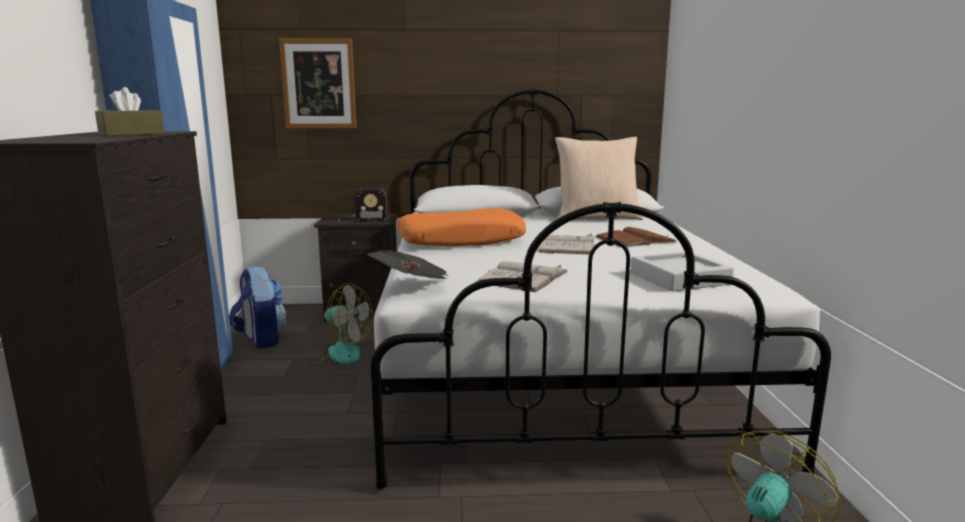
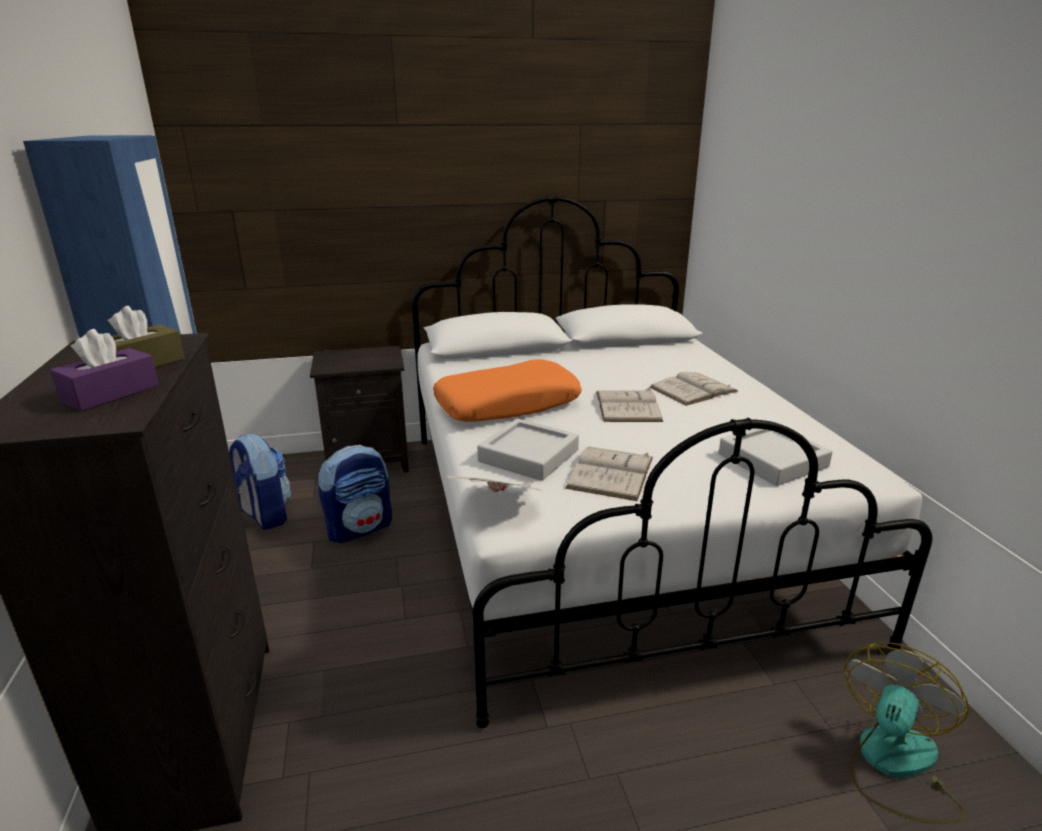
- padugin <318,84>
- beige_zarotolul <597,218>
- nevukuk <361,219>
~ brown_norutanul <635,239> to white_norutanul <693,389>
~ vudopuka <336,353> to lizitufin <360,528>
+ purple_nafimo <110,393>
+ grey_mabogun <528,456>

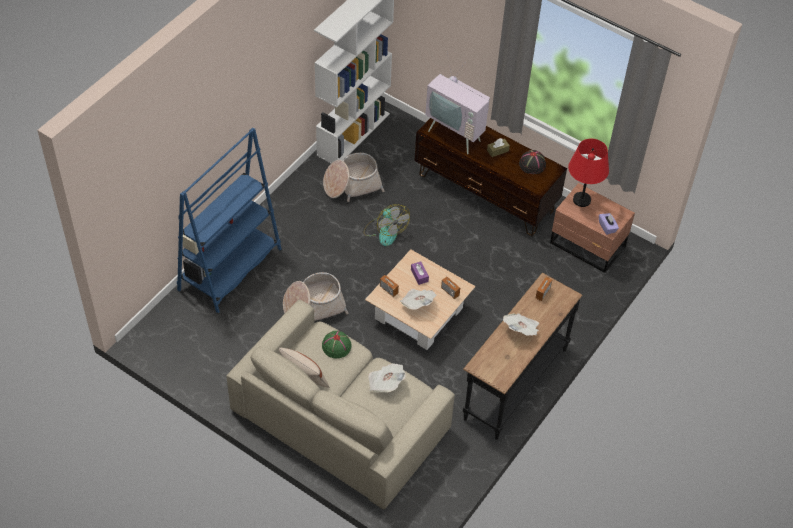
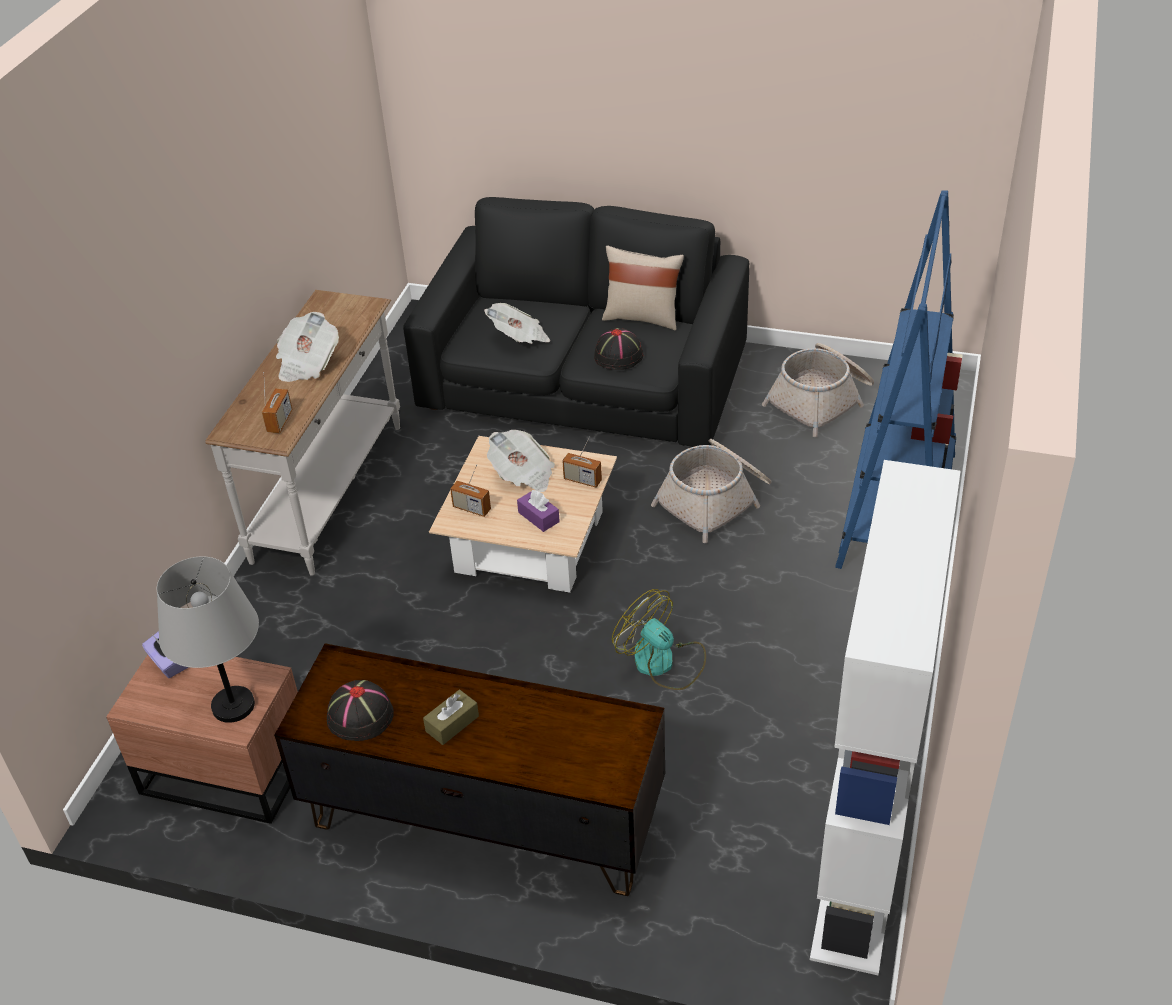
- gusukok <457,133>
~ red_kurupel <581,200> to grey_kurupel <234,705>
~ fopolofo <352,184> to <821,400>
~ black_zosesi <514,383> to white_zosesi <330,492>
~ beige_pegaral <341,418> to black_pegaral <583,379>
~ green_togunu <336,346> to black_togunu <619,356>

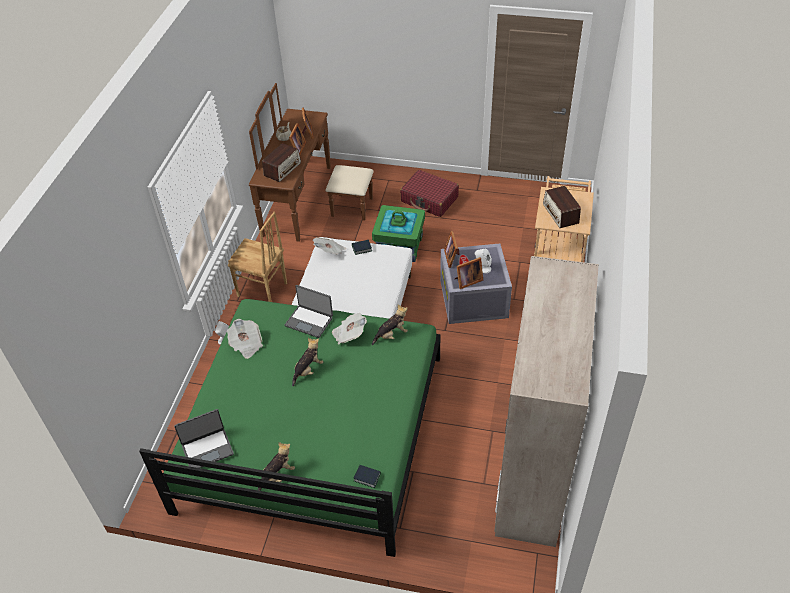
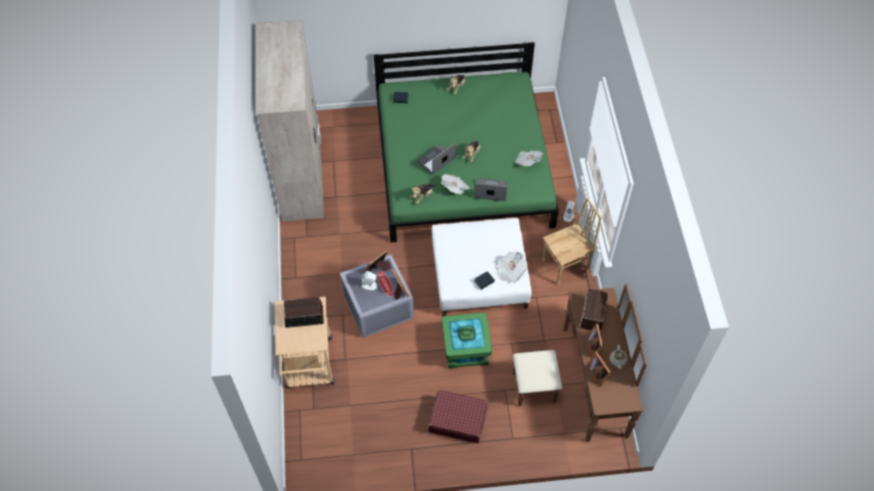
~ nevukuk <560,214> = <304,317> 60 degrees counterclockwise
~ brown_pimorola <262,290> = <565,267> 150 degrees clockwise
~ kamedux <207,449> to <436,160>

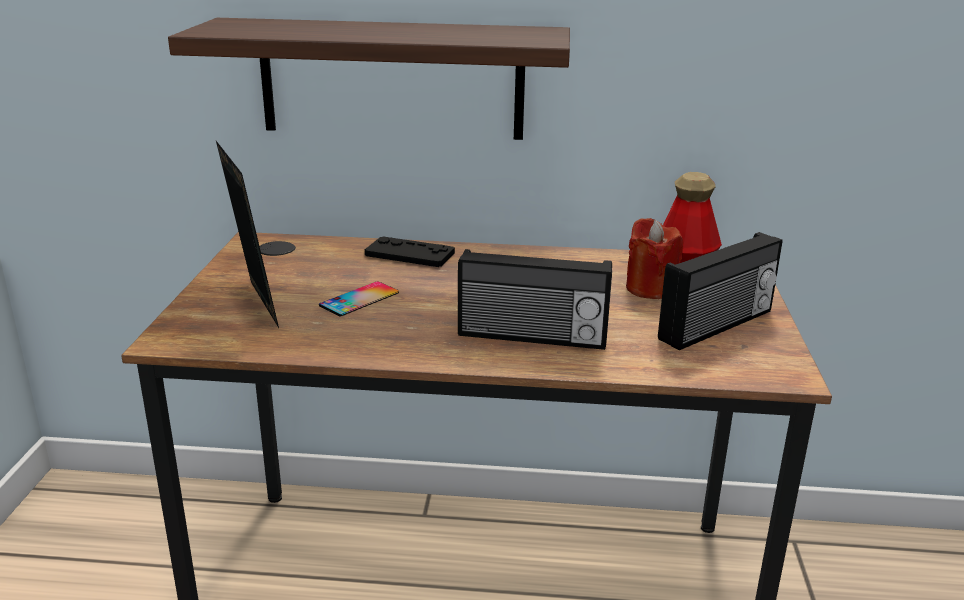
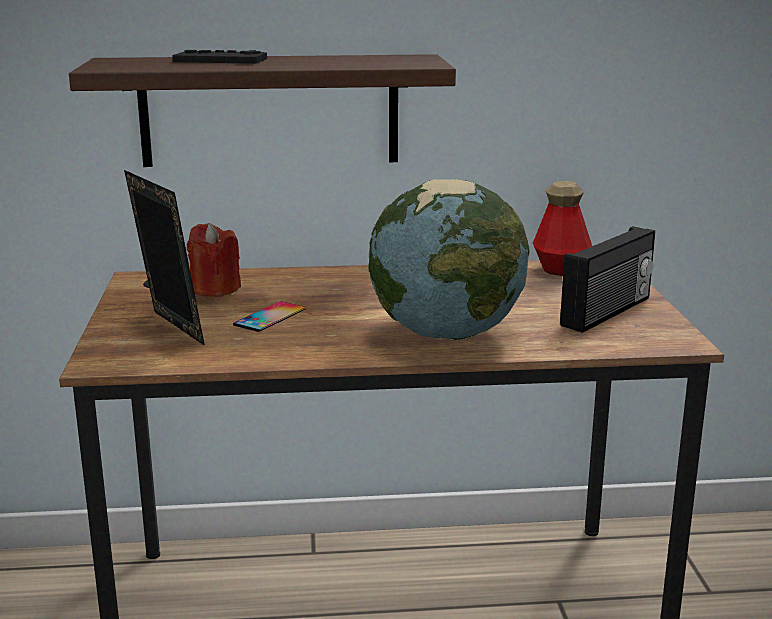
~ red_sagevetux <650,288> to <215,289>
~ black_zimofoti <409,254> to <220,60>
~ nevukuk <532,337> to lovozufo <447,333>

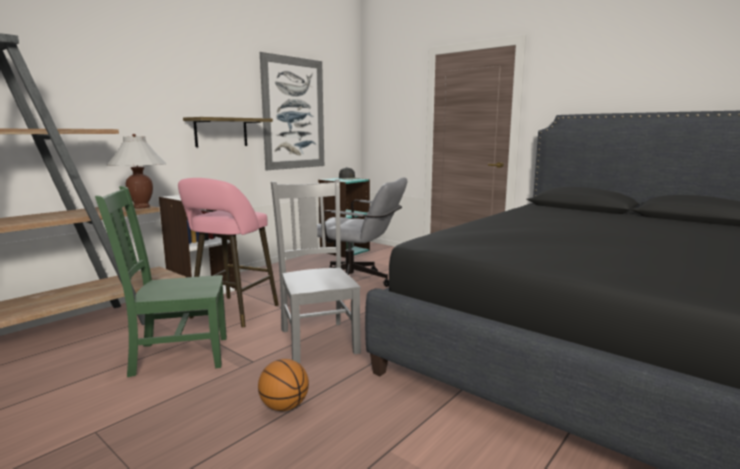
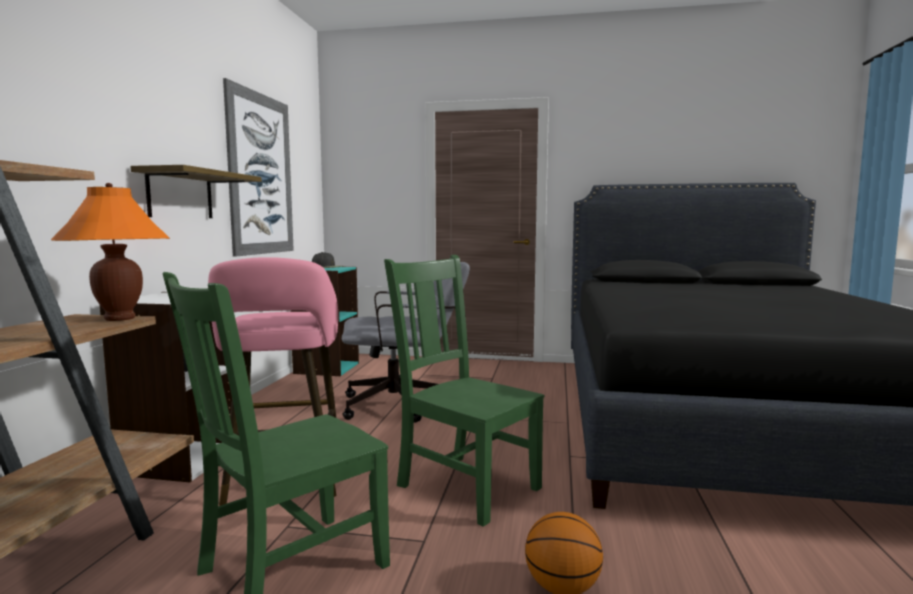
~ white_kurupel <141,207> to orange_kurupel <119,318>
~ grey_pimorola <318,339> to green_pimorola <465,485>

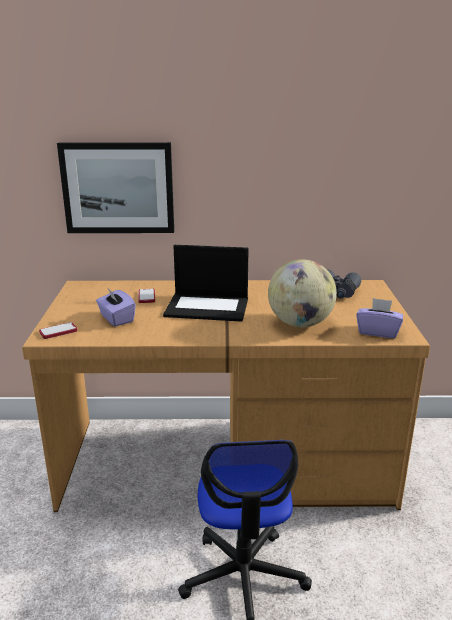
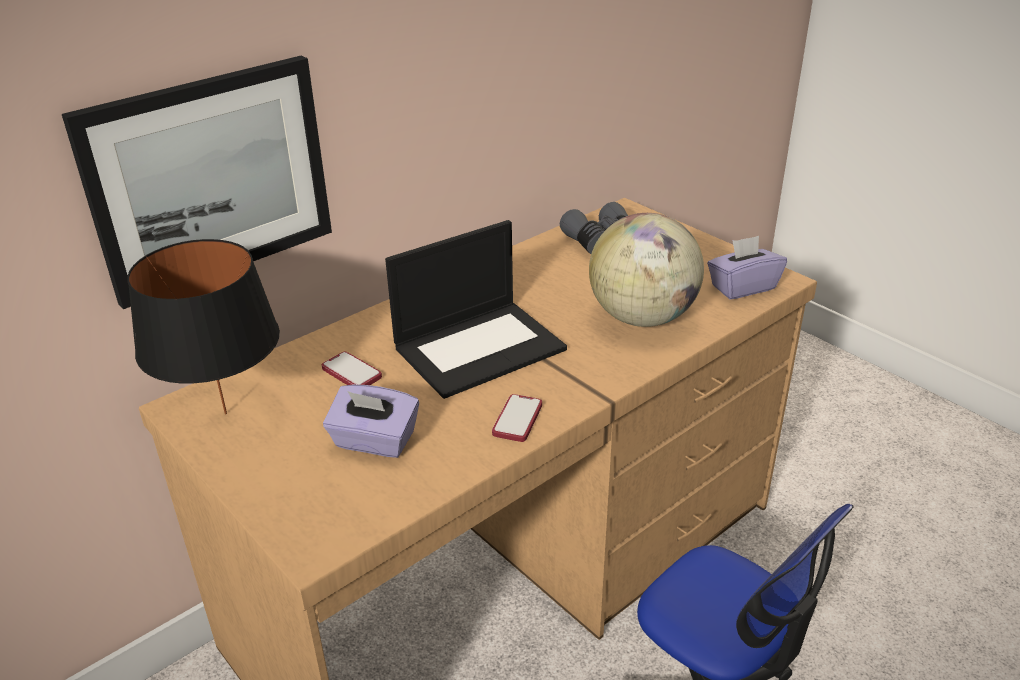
~ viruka <58,331> to <517,419>
+ black_kurupel <225,413>

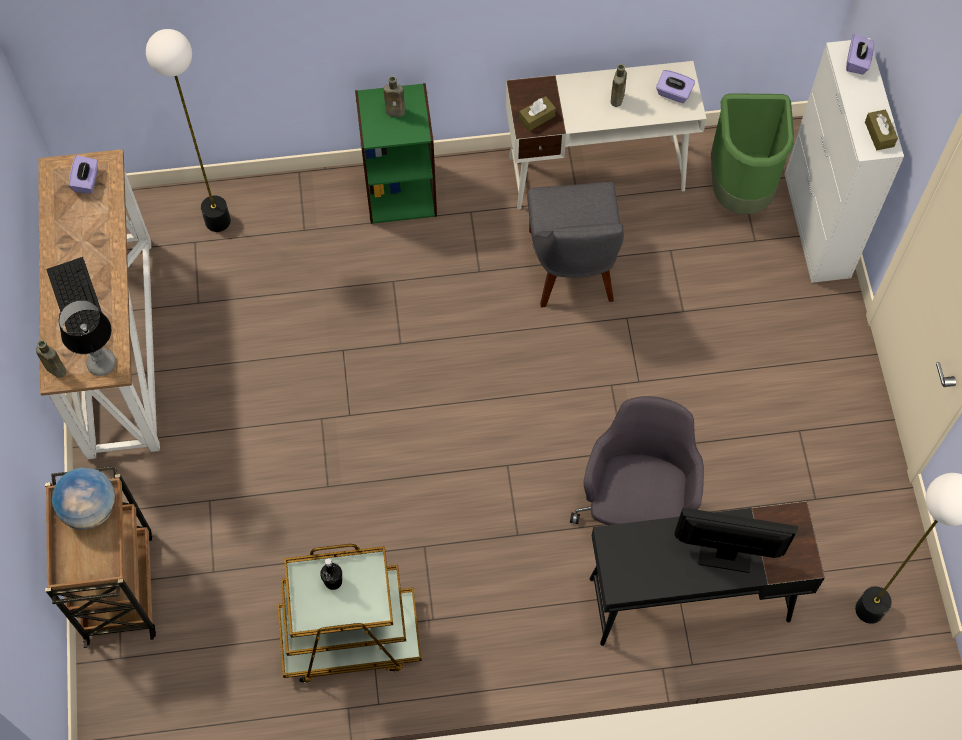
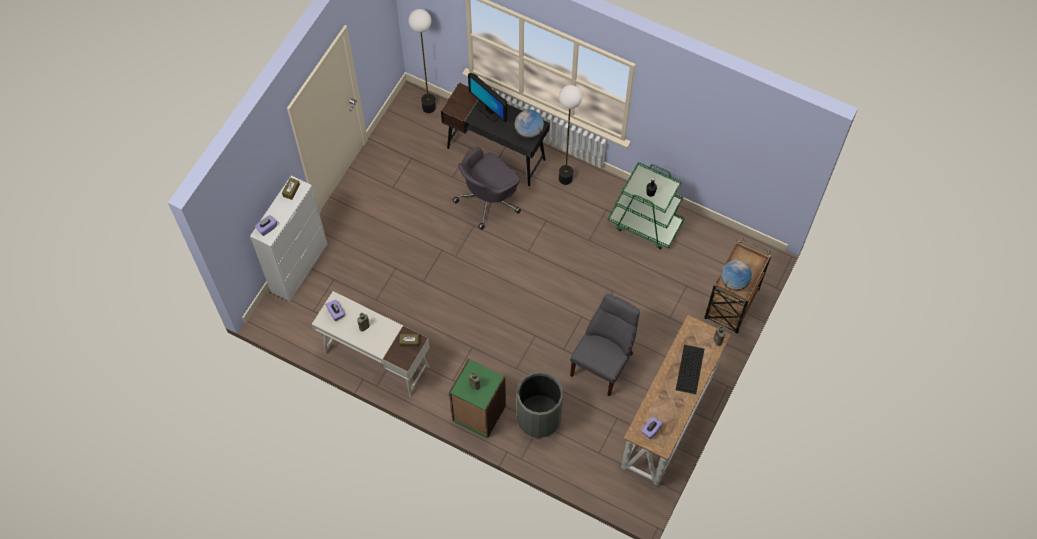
~ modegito <218,220> to <565,178>
- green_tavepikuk <740,190>
~ grey_pimorola <572,270> to <604,362>
- kurupel <101,363>
~ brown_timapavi <349,638> to green_timapavi <645,223>
+ lovozufo <529,131>
+ grey_tavepikuk <539,417>

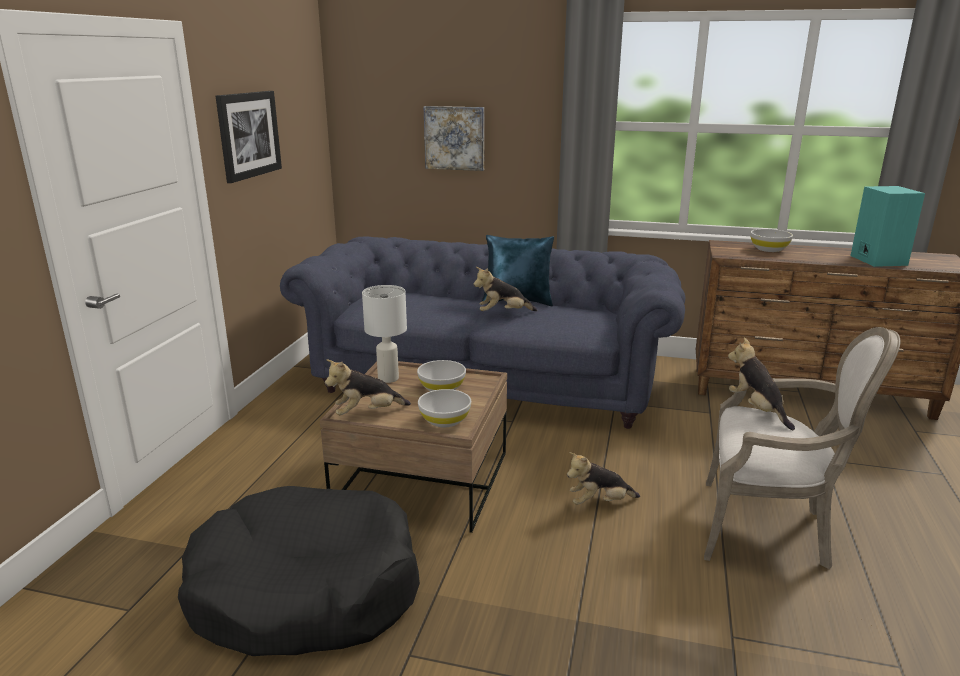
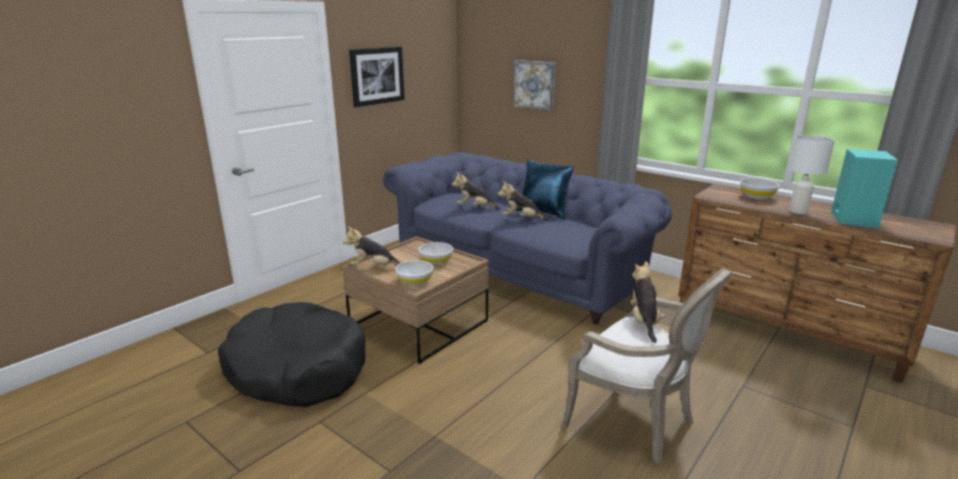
~ white_kurupel <388,378> to <798,211>
~ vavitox <599,503> to <475,208>

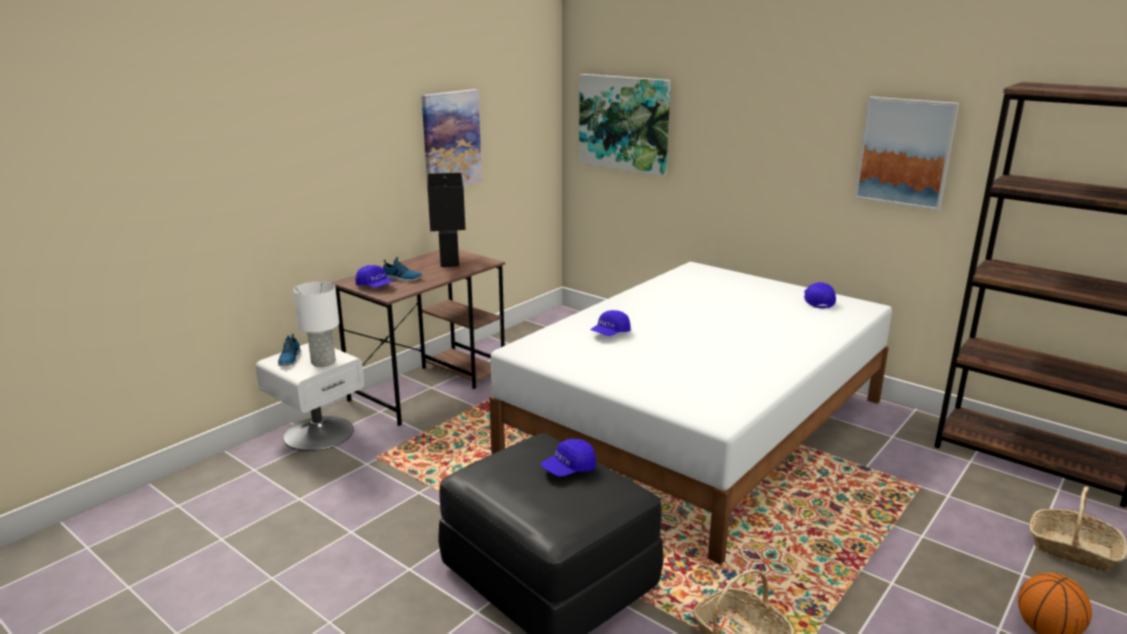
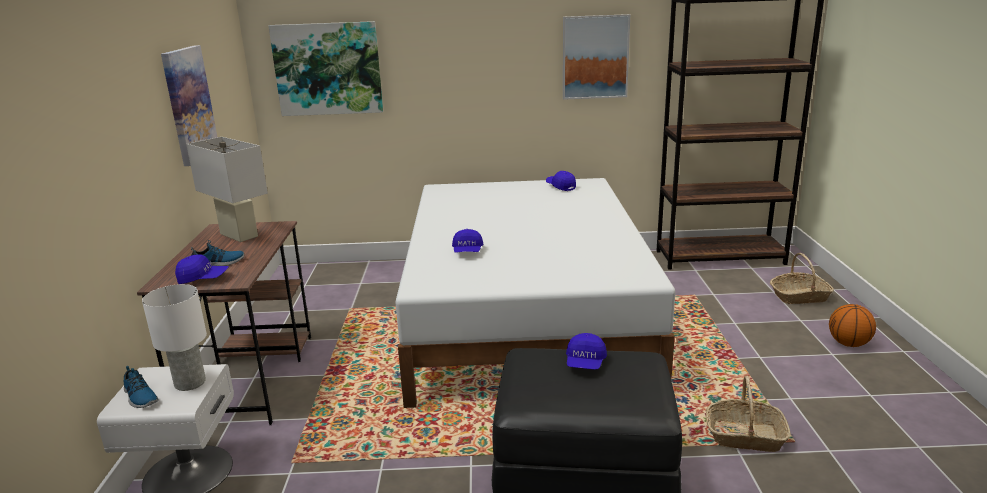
~ black_kurupel <449,261> to white_kurupel <239,235>

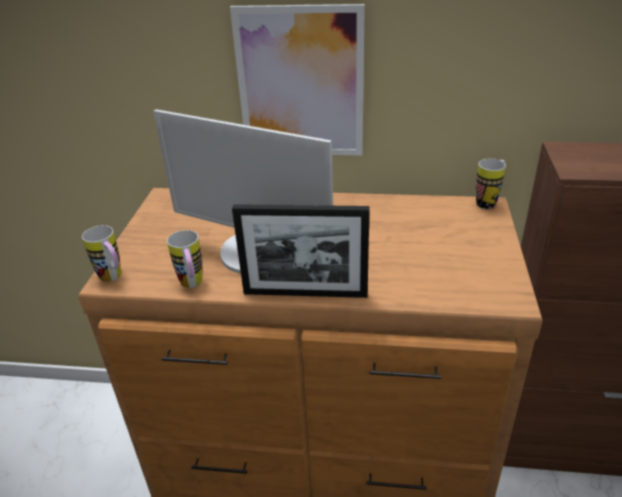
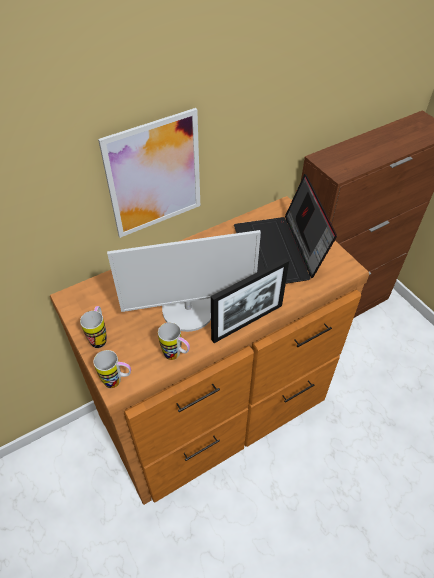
~ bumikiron <489,201> to <100,337>
+ kamedux <279,252>

